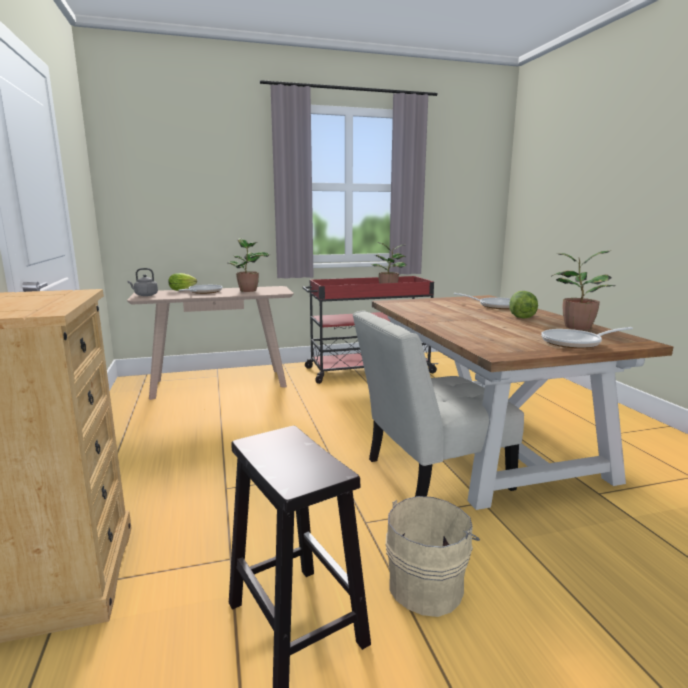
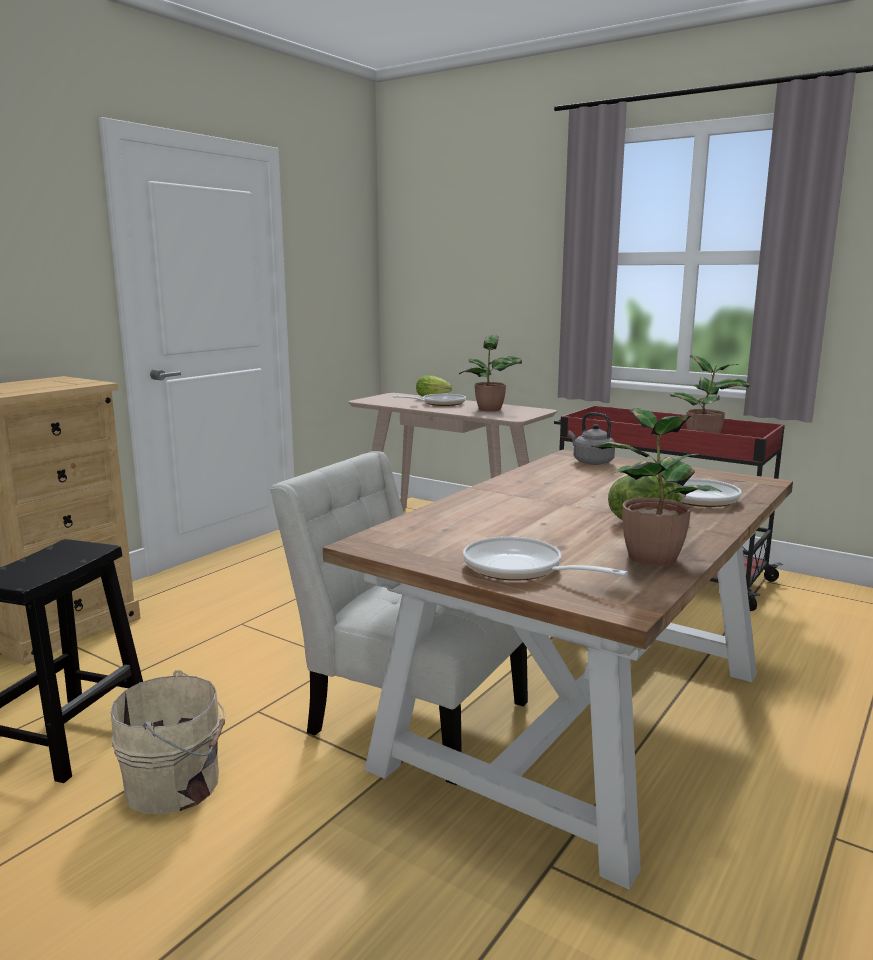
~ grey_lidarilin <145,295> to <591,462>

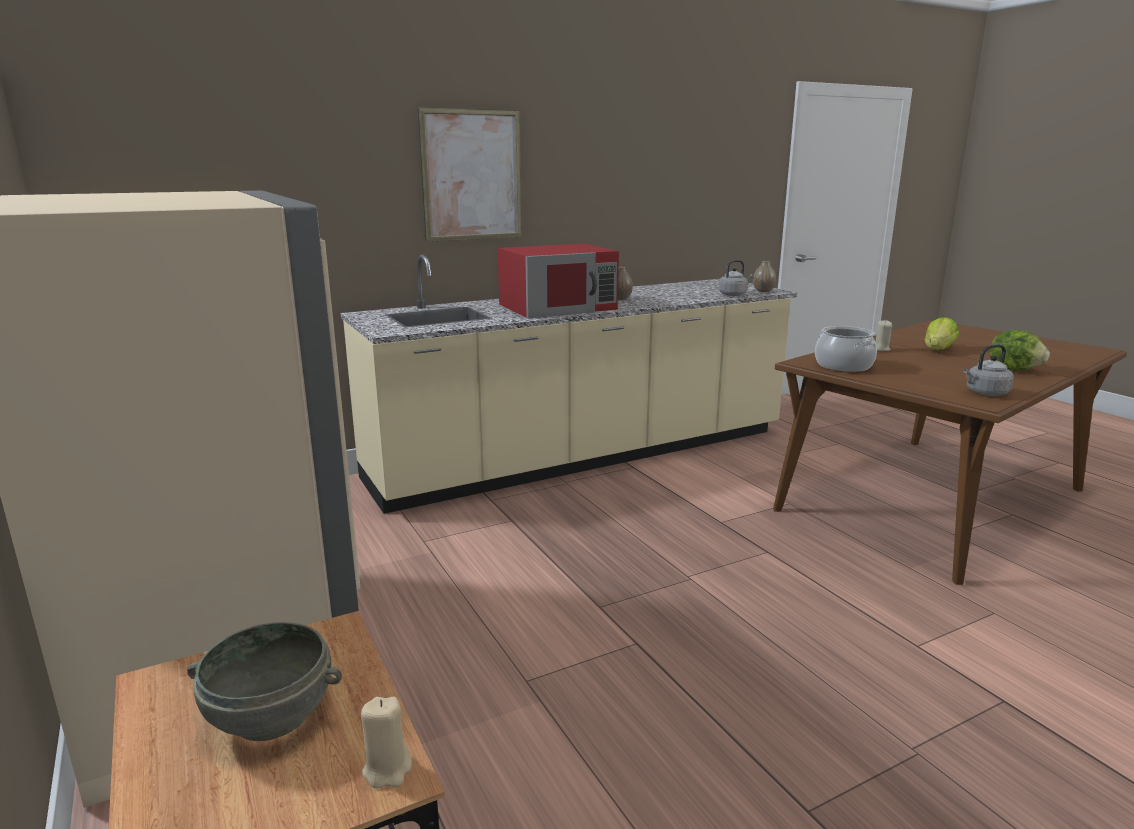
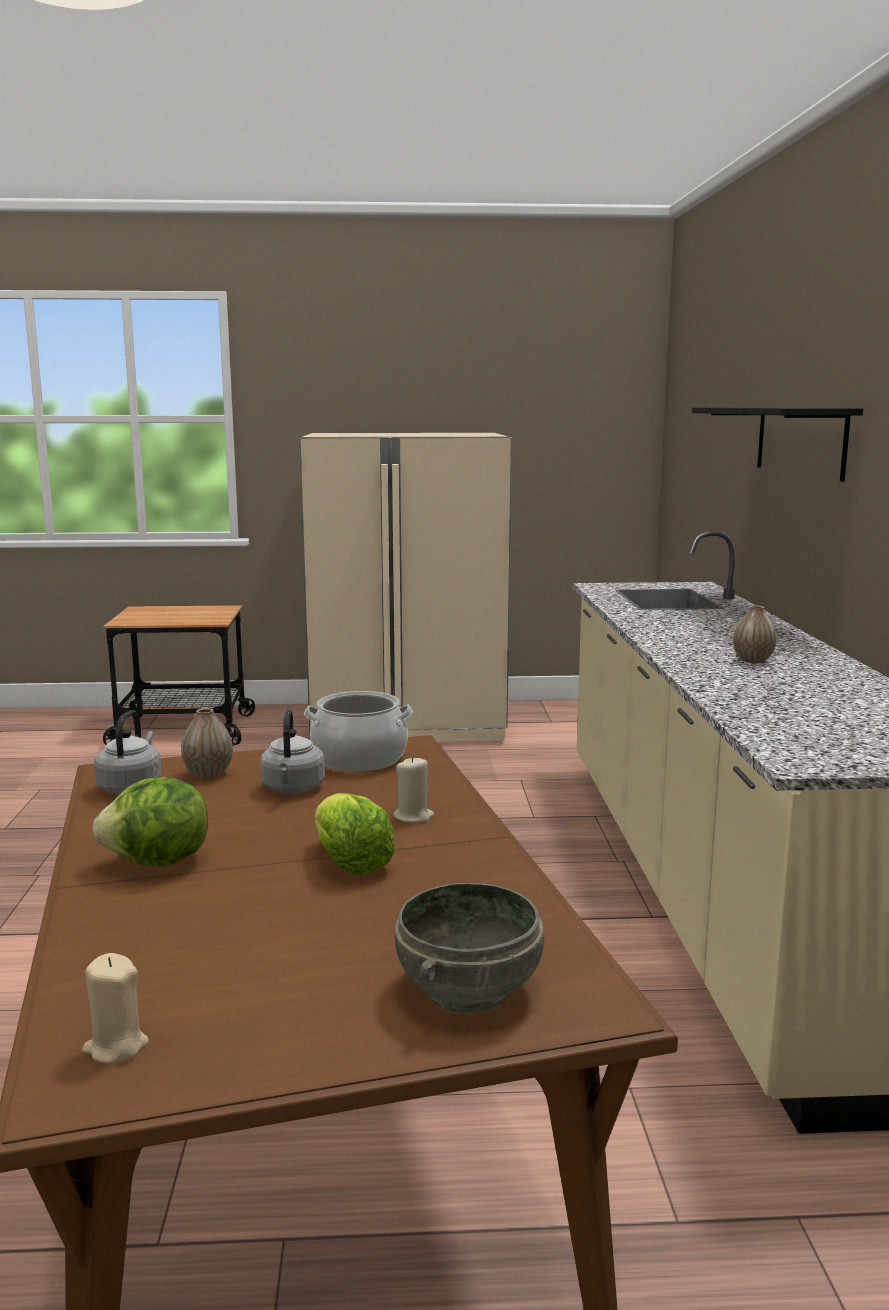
~ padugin <472,175> to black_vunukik <800,440>
- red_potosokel <558,307>
~ grey_lidarilin <734,294> to <293,789>
~ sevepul <763,291> to <208,774>
~ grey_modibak <272,715> to <470,990>
~ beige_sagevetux <387,769> to <116,1047>

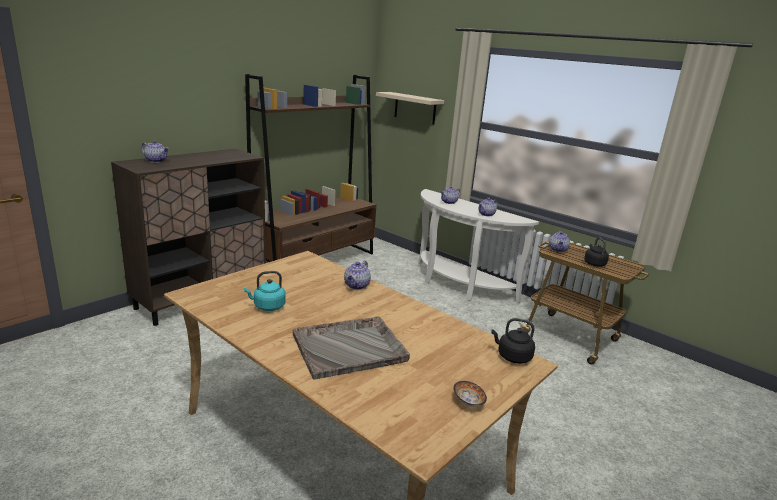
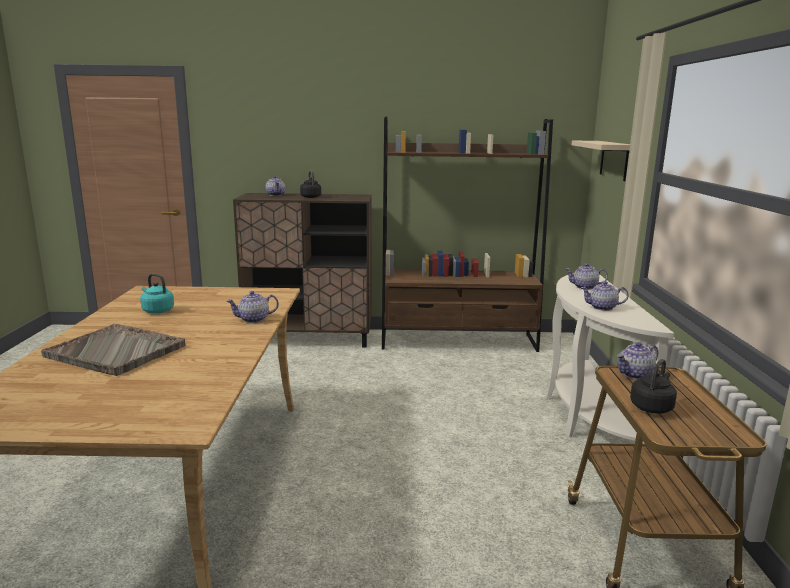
~ black_lidarilin <512,357> to <310,197>
- modibak <468,401>

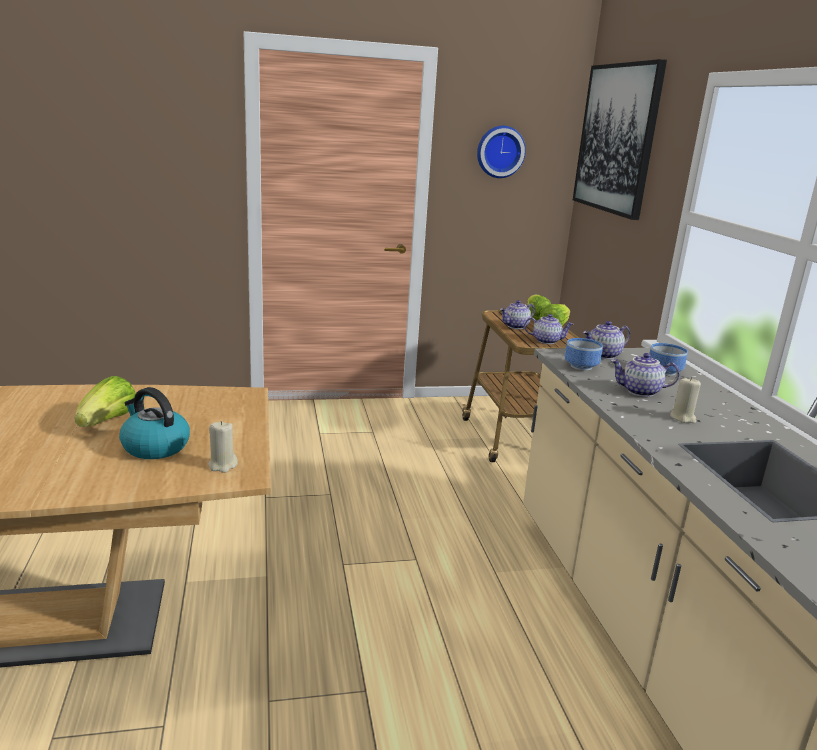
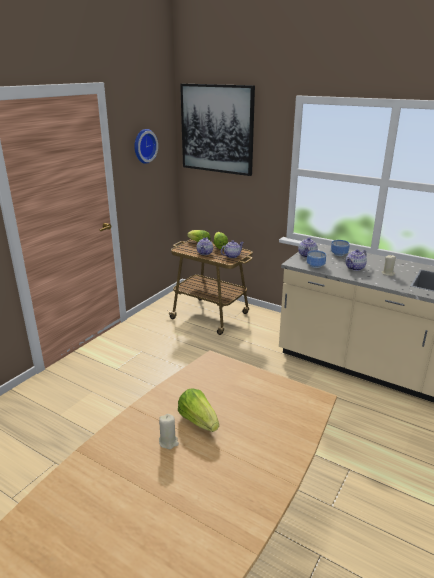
- lidarilin <154,447>
~ beige_sagevetux <222,465> to <168,442>

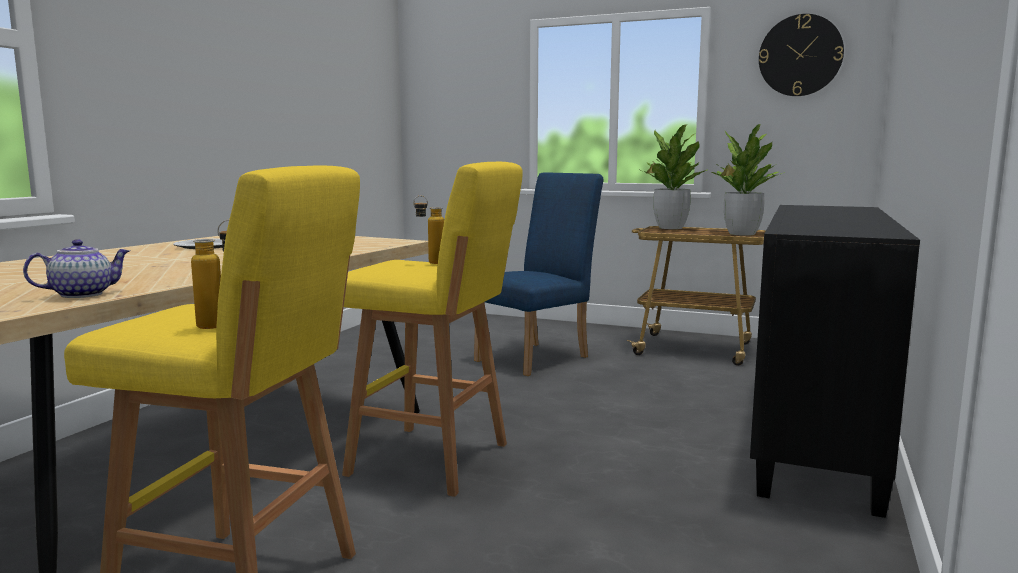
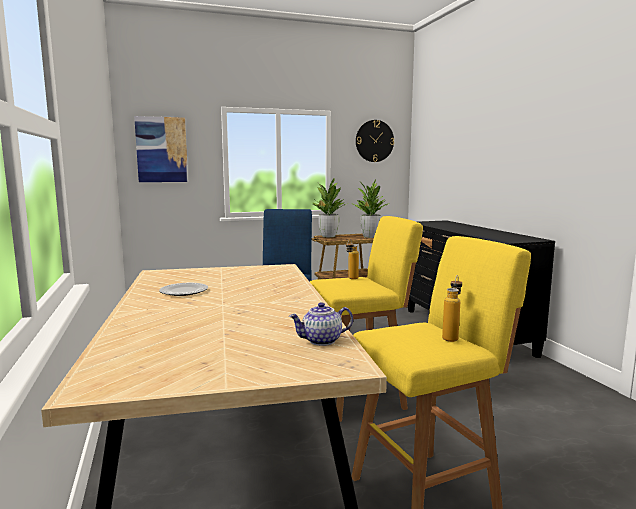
~ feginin <82,294> = <321,341> 120 degrees counterclockwise
+ padugin <161,149>

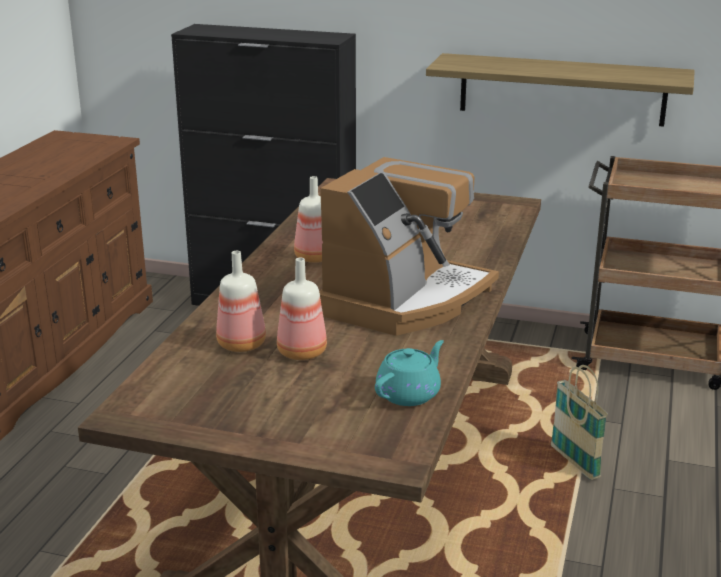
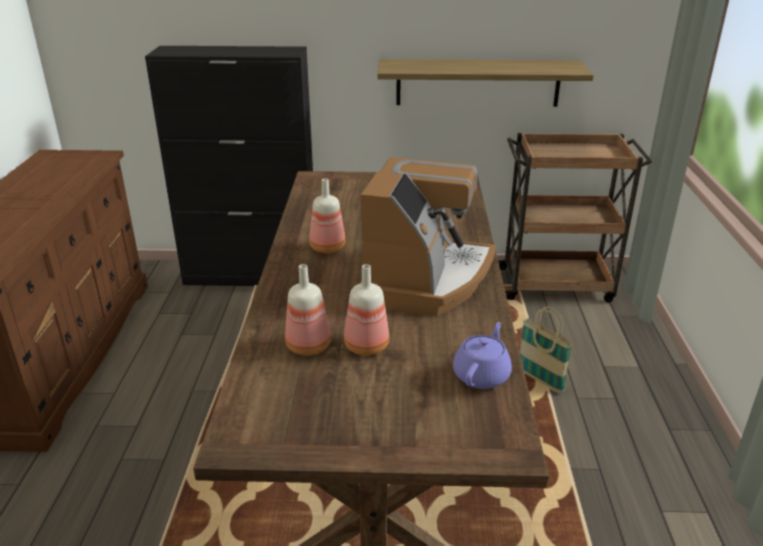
~ turquoise_feginin <409,394> to purple_feginin <482,375>

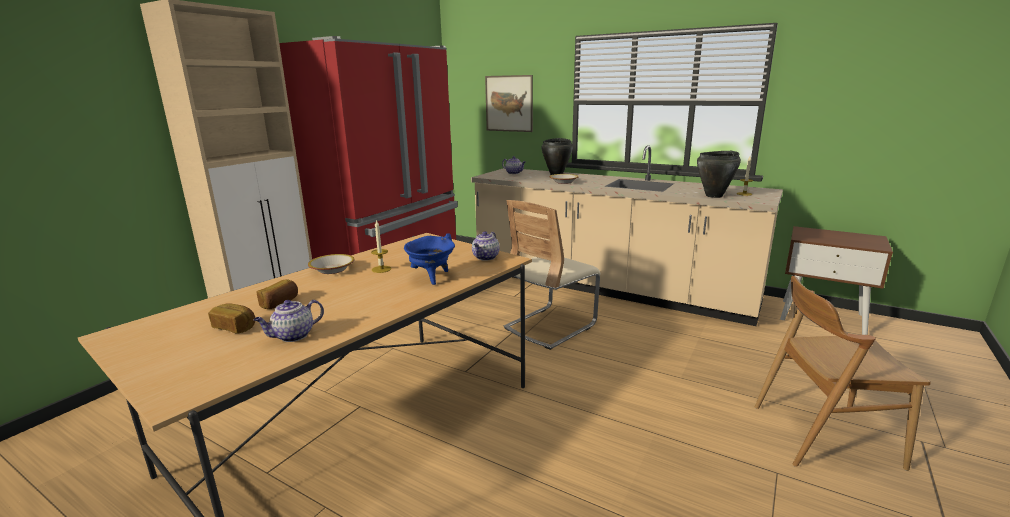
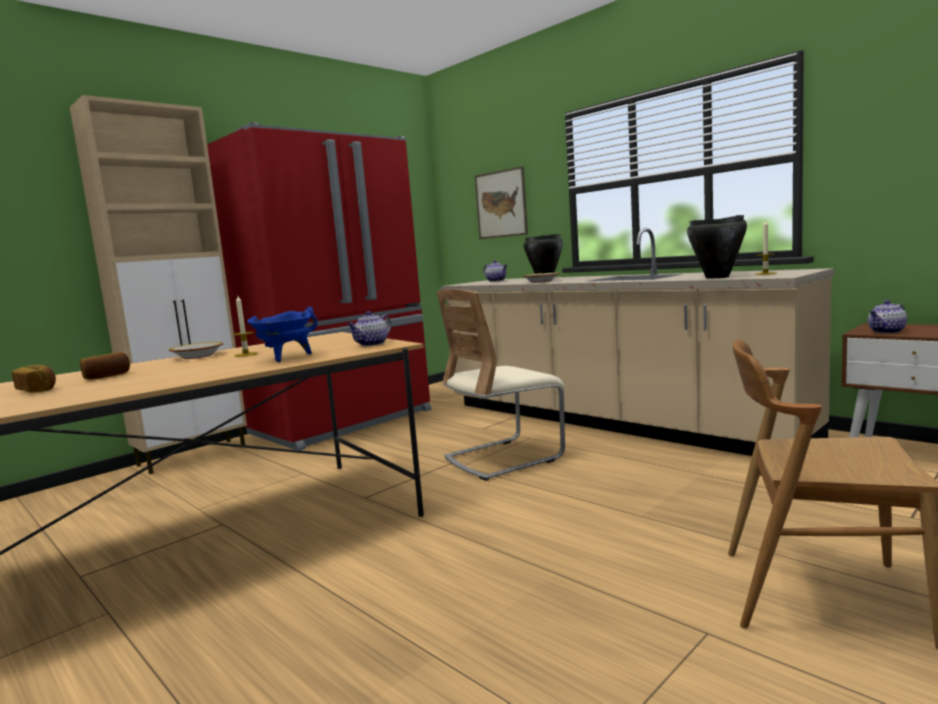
~ feginin <293,336> to <886,332>

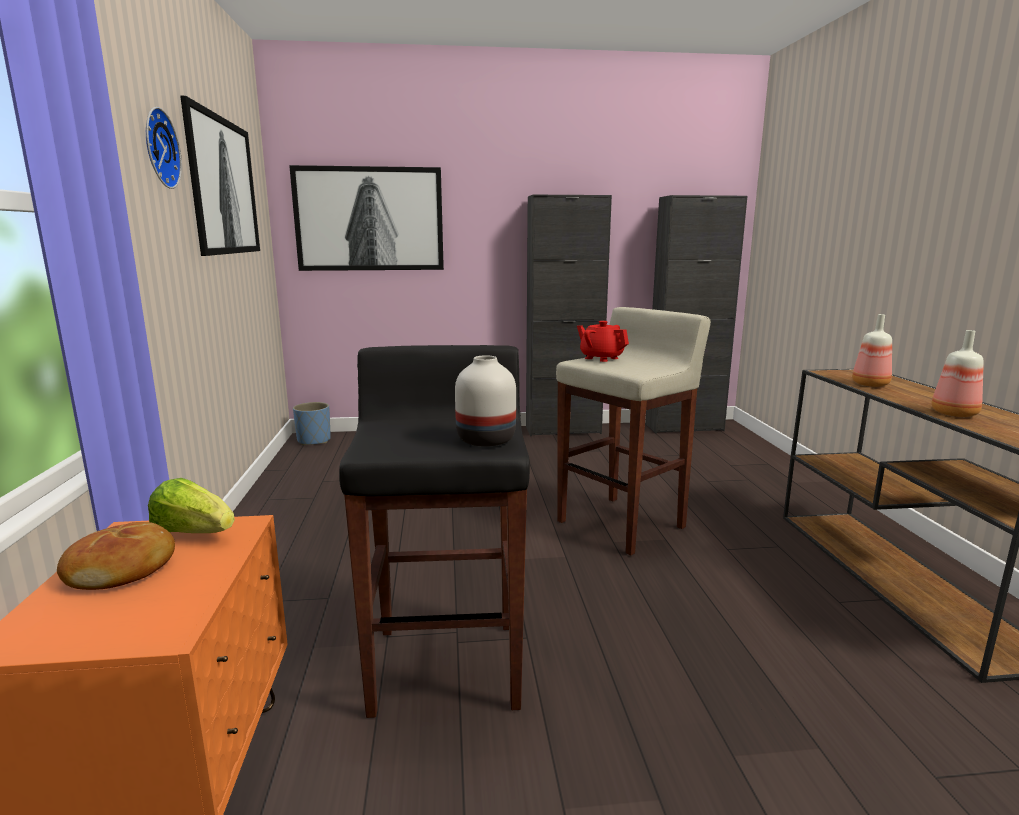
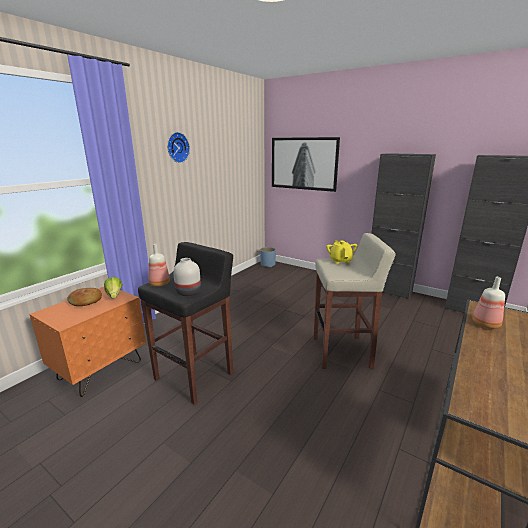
- padugin <222,186>
~ red_feginin <601,358> to yellow_feginin <340,261>
~ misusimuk <955,414> to <159,284>

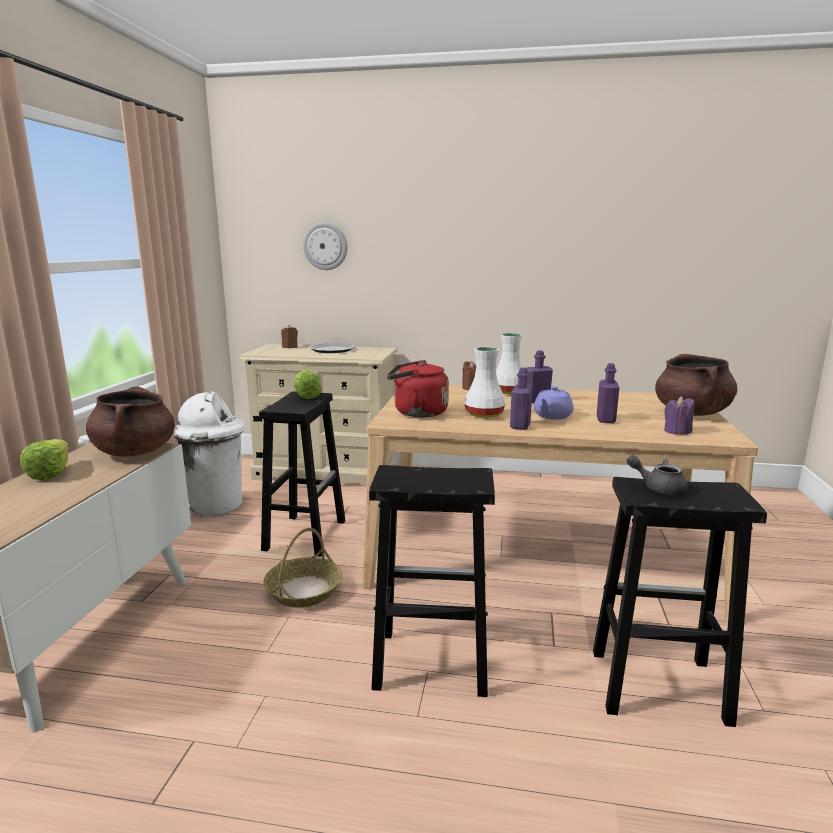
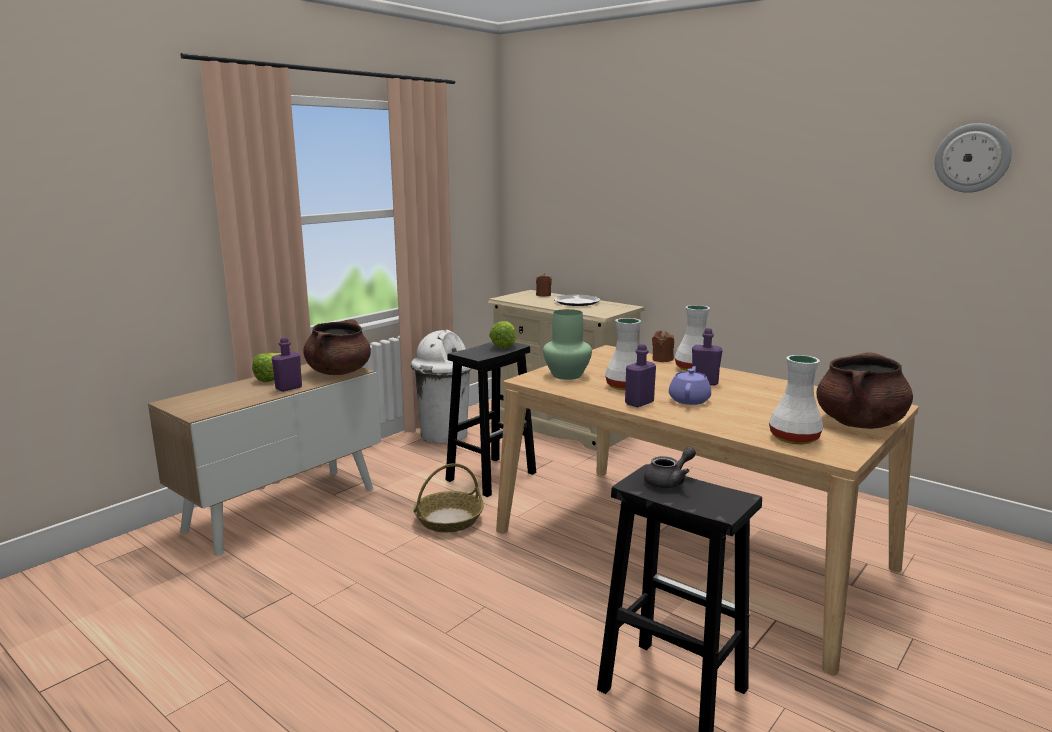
~ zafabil <325,246> to <972,158>
~ red_lidarilin <417,413> to green_sevepul <566,375>
~ purple_misusimuk <605,419> to <288,388>
~ purple_feginin <552,416> = <689,400> 135 degrees clockwise
~ purple_sagevetux <677,431> to white_sevepul <794,438>
~ grey_feginin <658,488> = <669,481> 90 degrees clockwise
- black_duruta <429,663>

